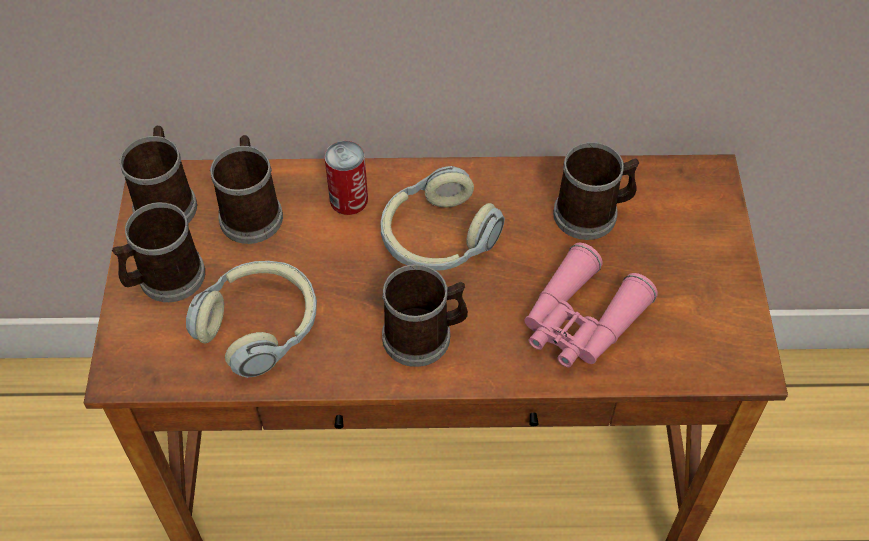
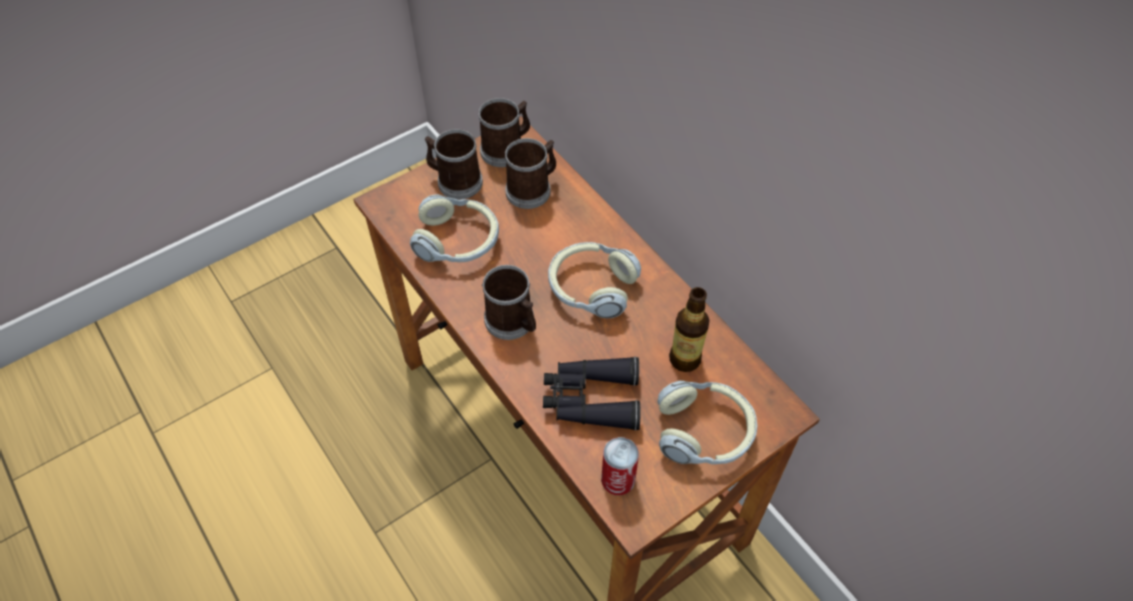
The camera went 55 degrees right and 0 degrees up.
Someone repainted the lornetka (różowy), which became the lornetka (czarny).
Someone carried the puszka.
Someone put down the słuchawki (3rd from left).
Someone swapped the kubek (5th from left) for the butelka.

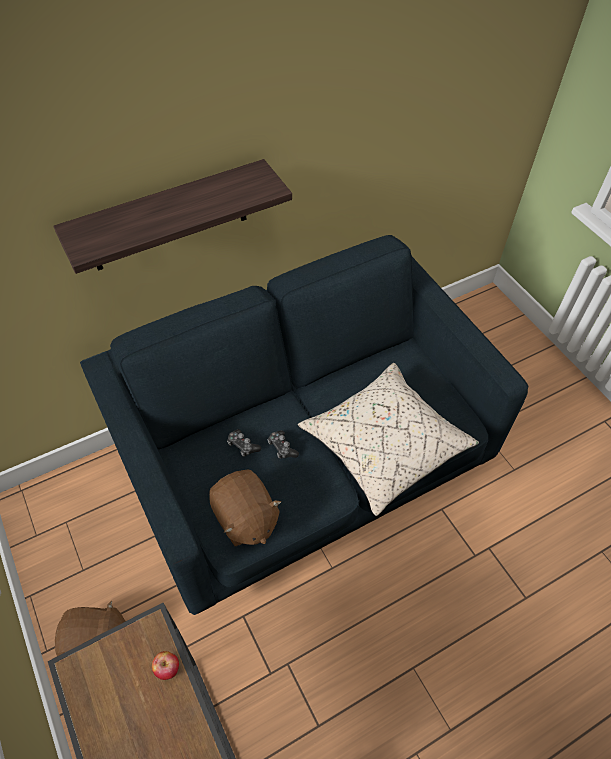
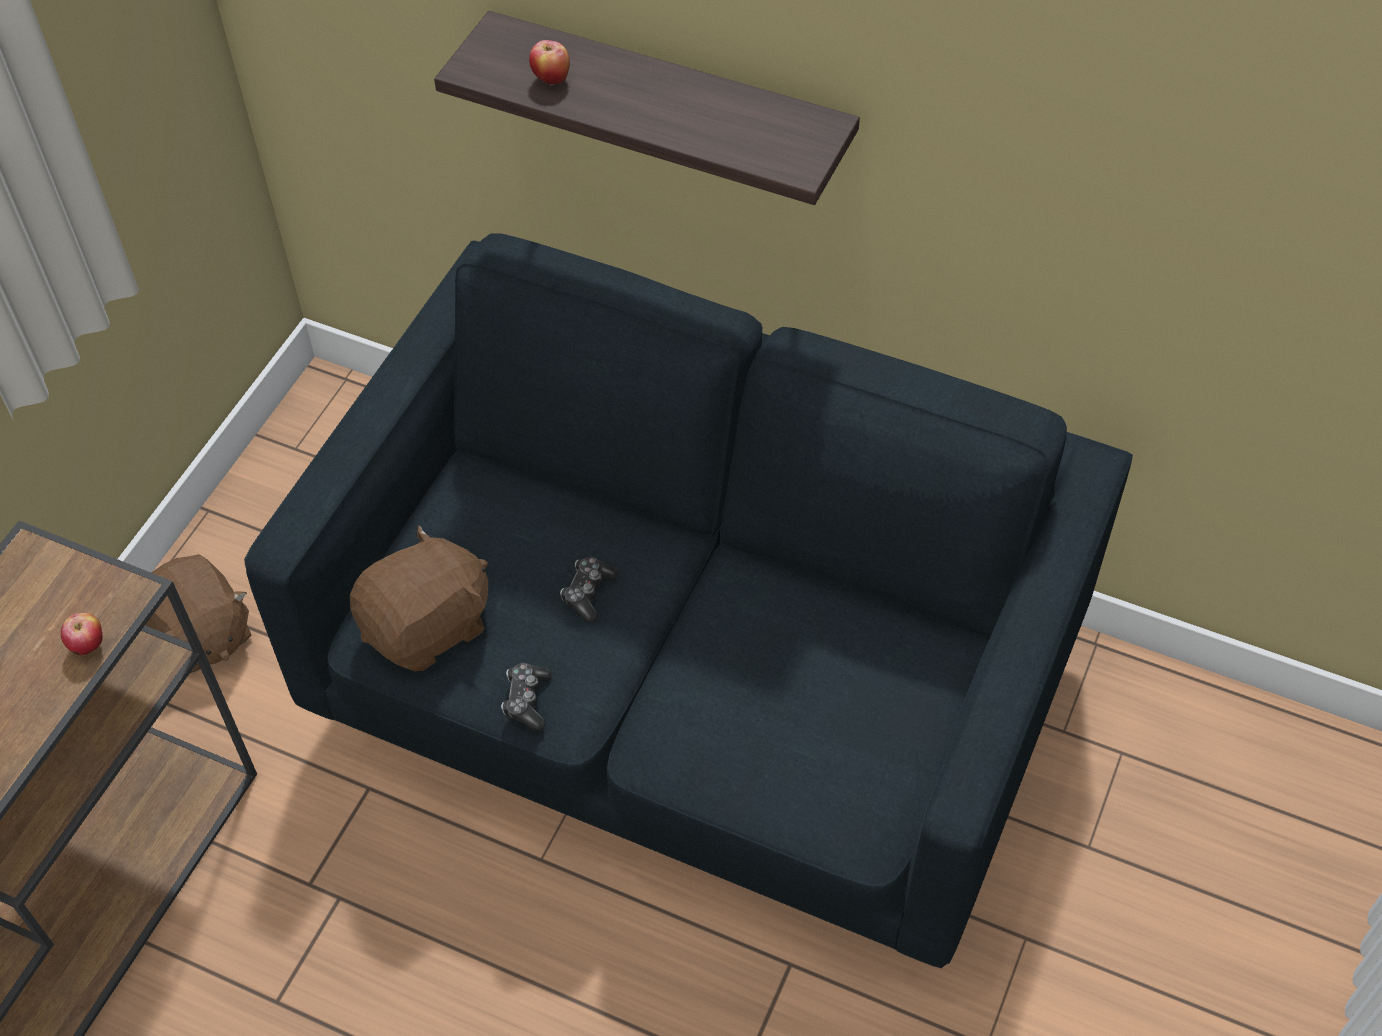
The camera went 55 degrees right and 0 degrees up.
Someone rotated the pluszak (brązowy) (2nd from left) by 150 degrees counterclockwise.
Someone carried the pad do gier (1st from left).
Someone put down the jabłko (2nd from left).
Someone took away the poduszka (beżowy).

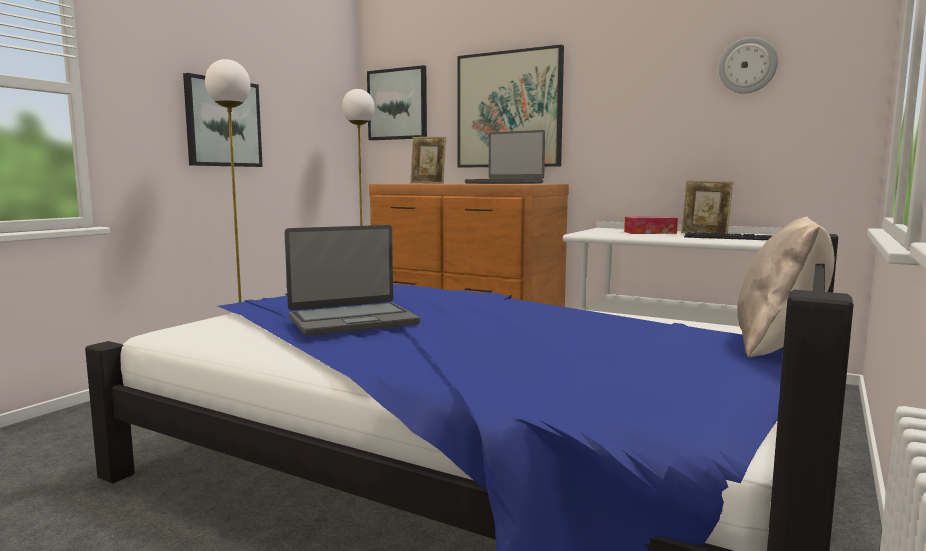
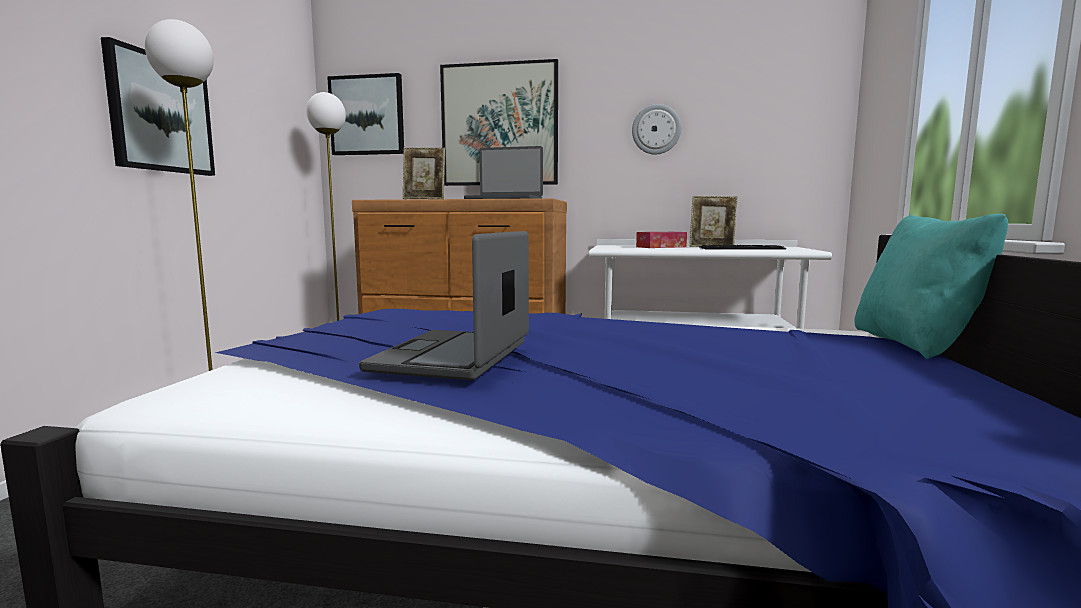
The camera went 20 degrees left and 0 degrees up.
Someone rotated the laptop (1st from left) by 150 degrees clockwise.
Someone carried the zegar ścienny.
Someone repainted the poduszka (beżowy), which became the poduszka (turkusowy).

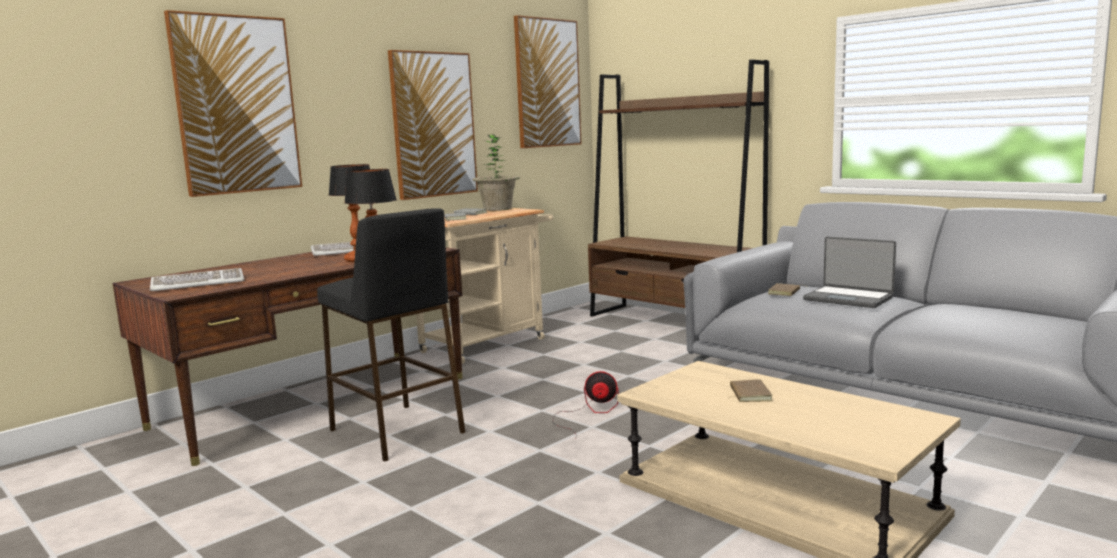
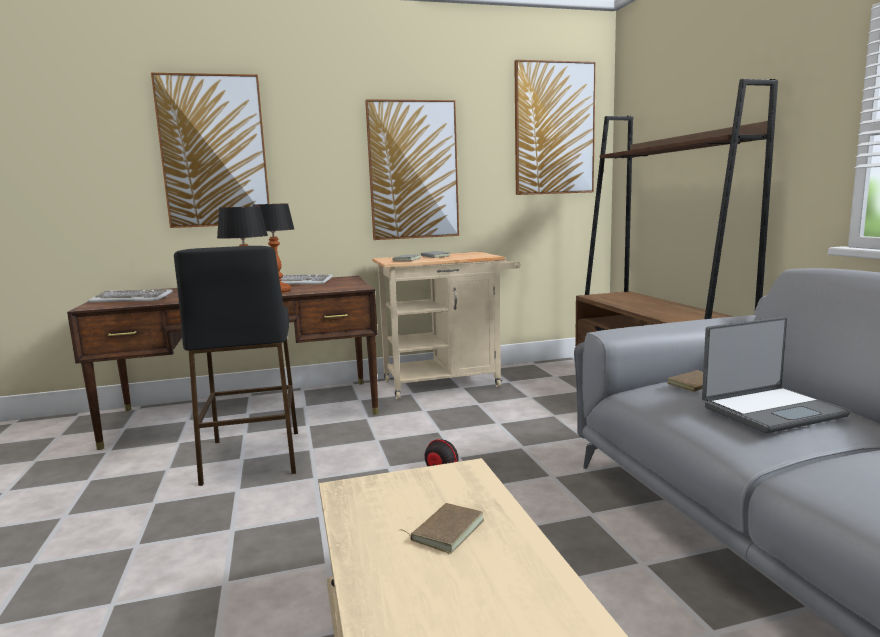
The camera went 30 degrees right and 0 degrees up.
Someone rotated the laptop by 90 degrees counterclockwise.
Someone took away the roślina doniczkowa.

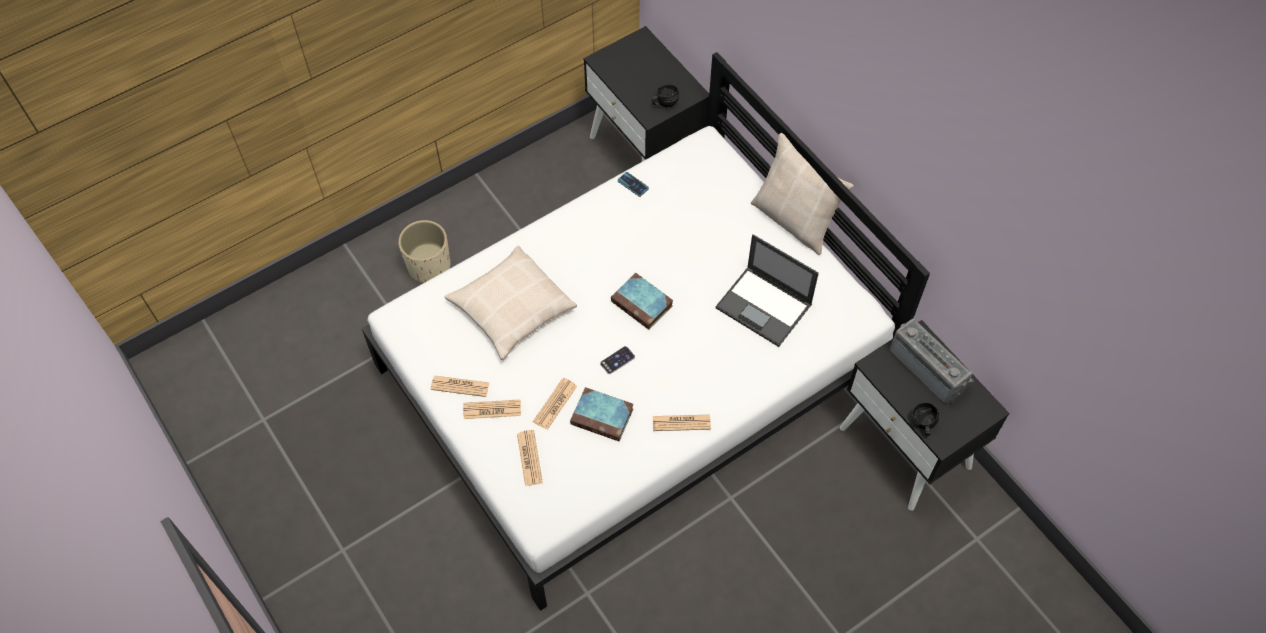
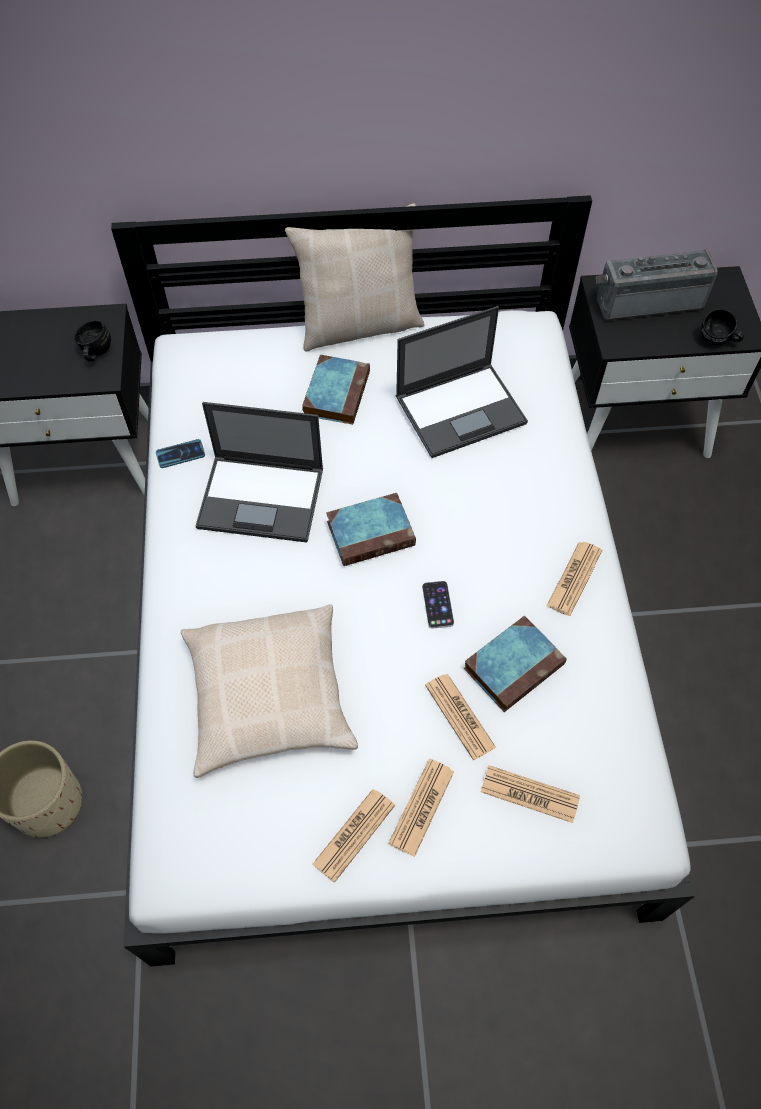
The camera went 60 degrees left and 0 degrees up.
Someone put down the laptop (1st from left).
Someone put down the książka (1st from left).

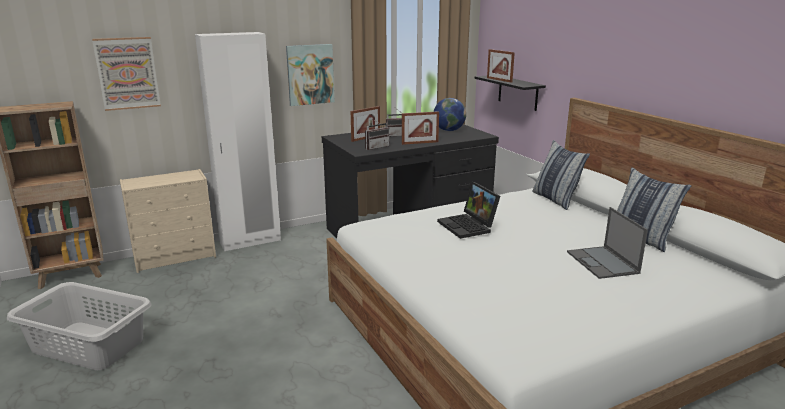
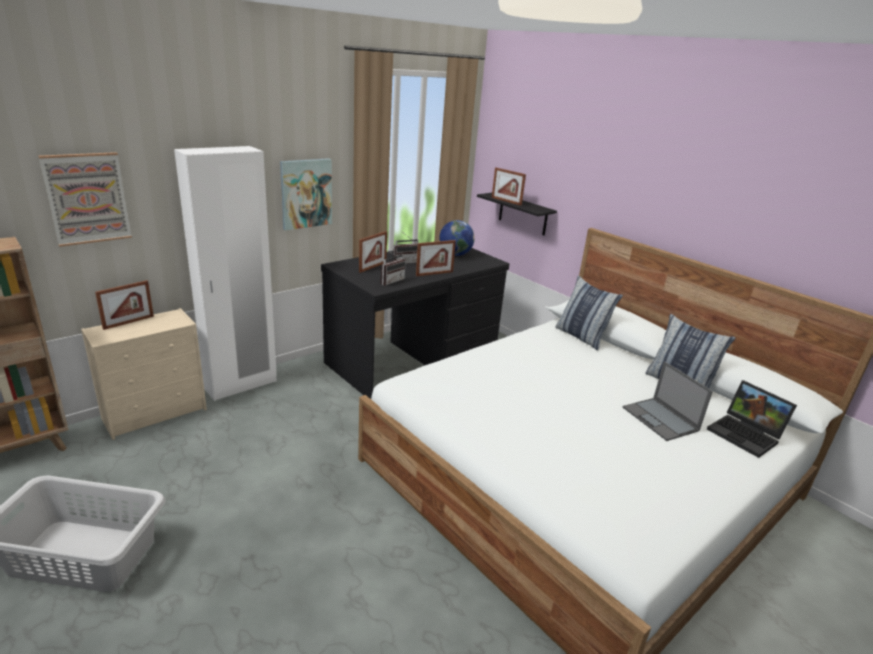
The camera went 15 degrees left and 5 degrees up.
Someone put down the ramka na zdjęcie (1st from left).
Someone carried the laptop (1st from left in the first image).

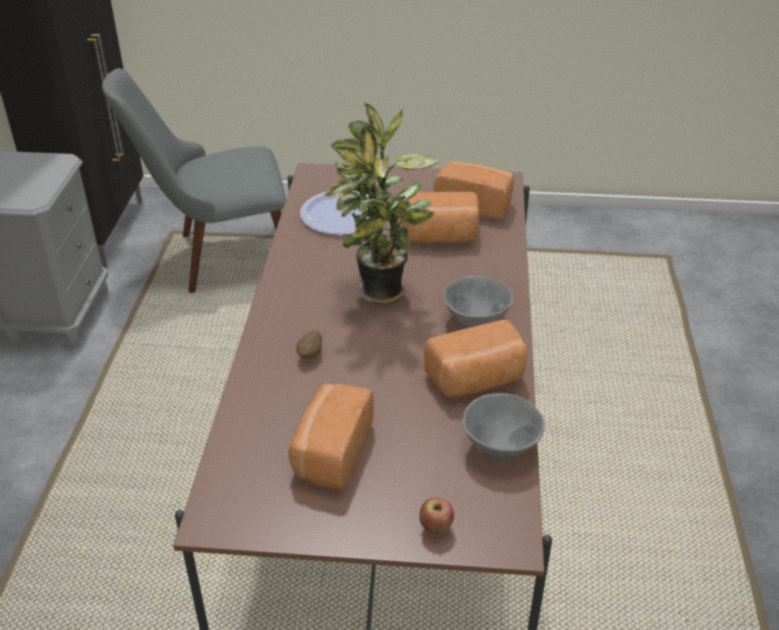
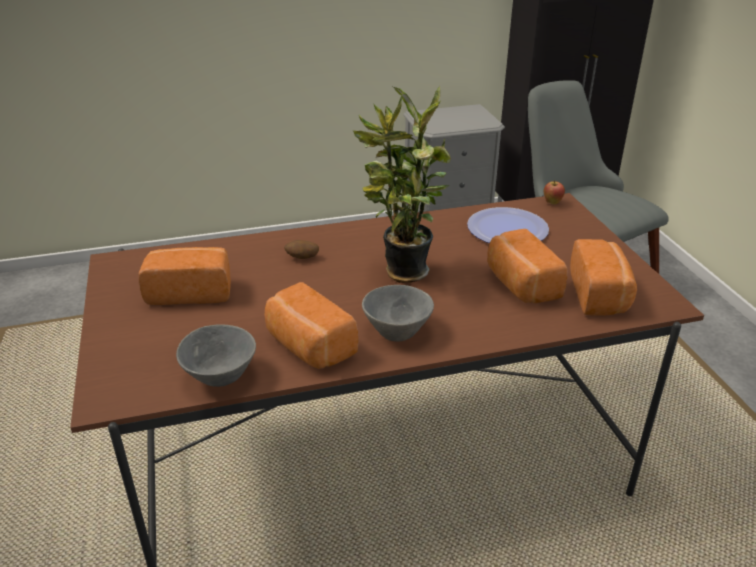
The camera went 70 degrees right and 5 degrees down.
Someone carried the jabłko.

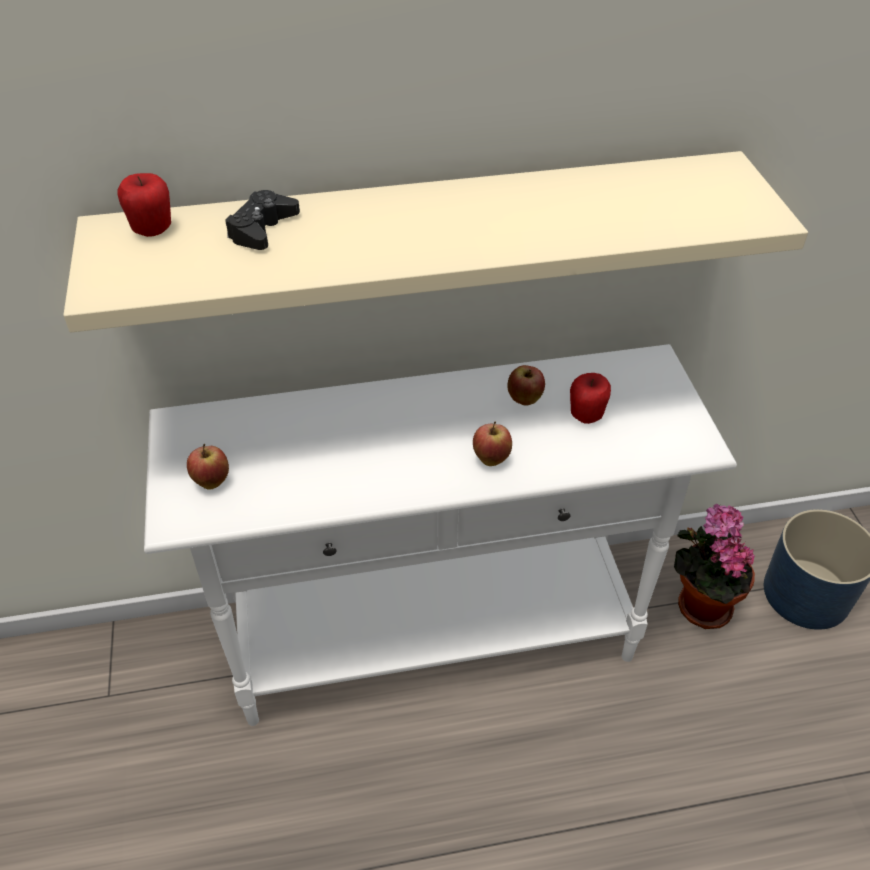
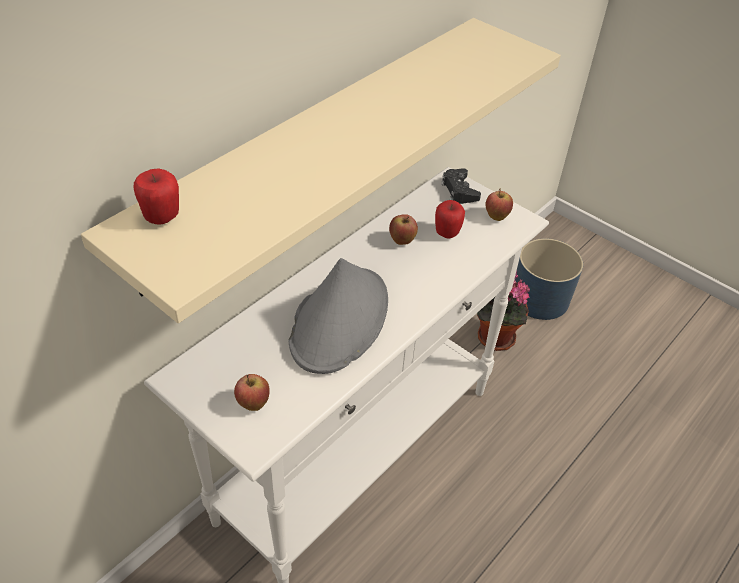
The camera went 40 degrees left and 0 degrees up.
Someone put down the kapelusz (szary).
Someone carried the pad do gier (czarny).
Someone carried the jabłko (3rd from left in the first image).

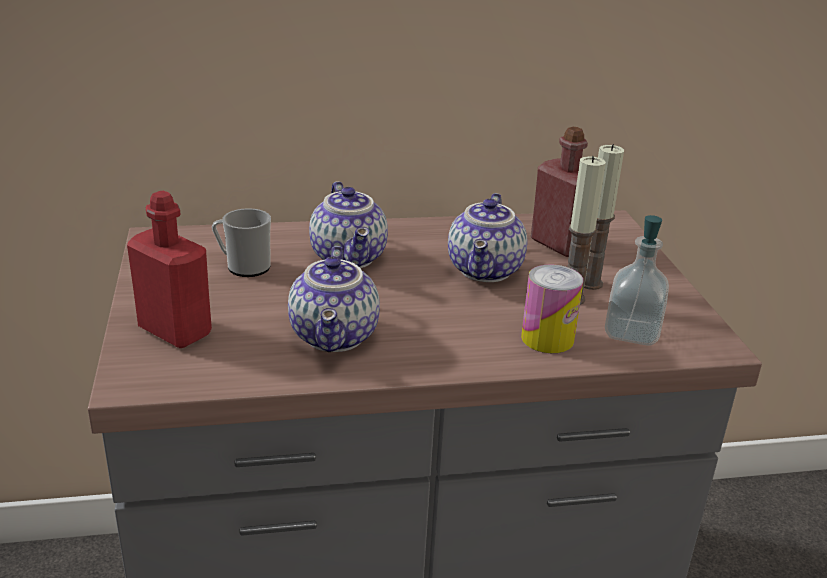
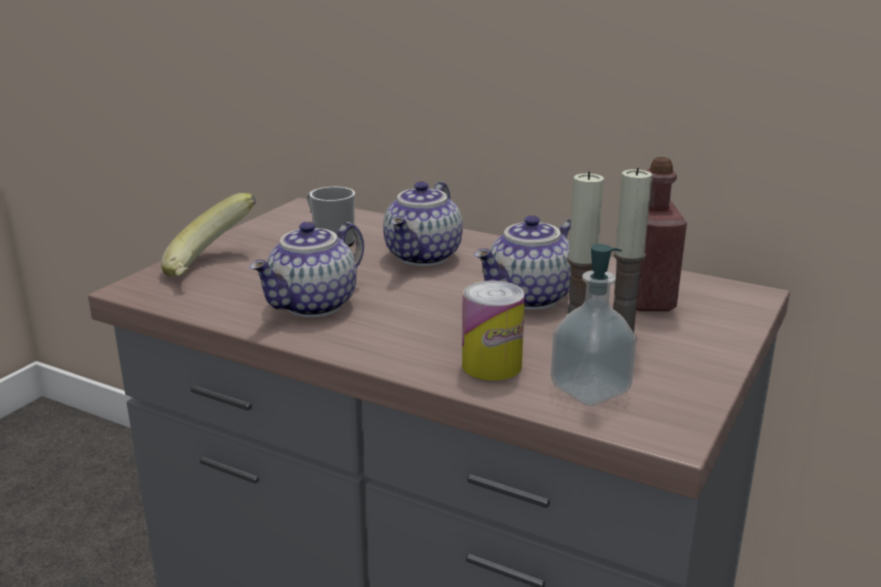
The camera went 40 degrees right and 5 degrees down.
Someone swapped the butelka (czerwony) (1st from left) for the banan.

